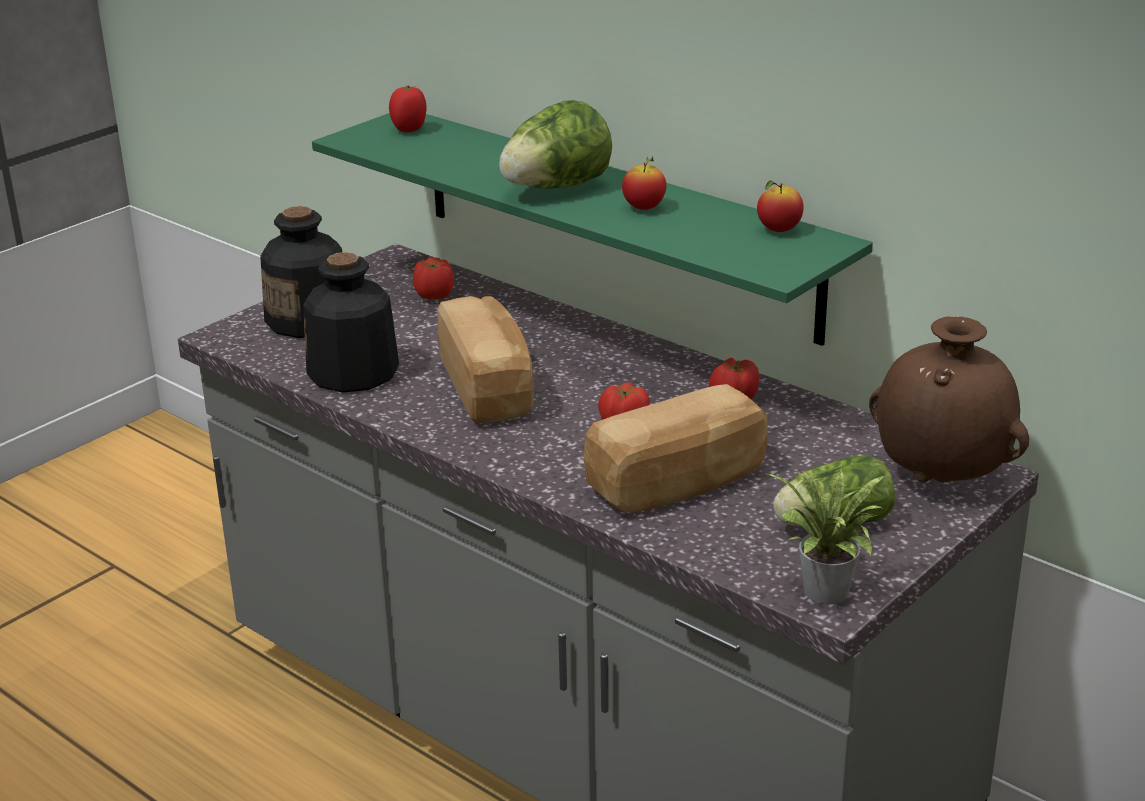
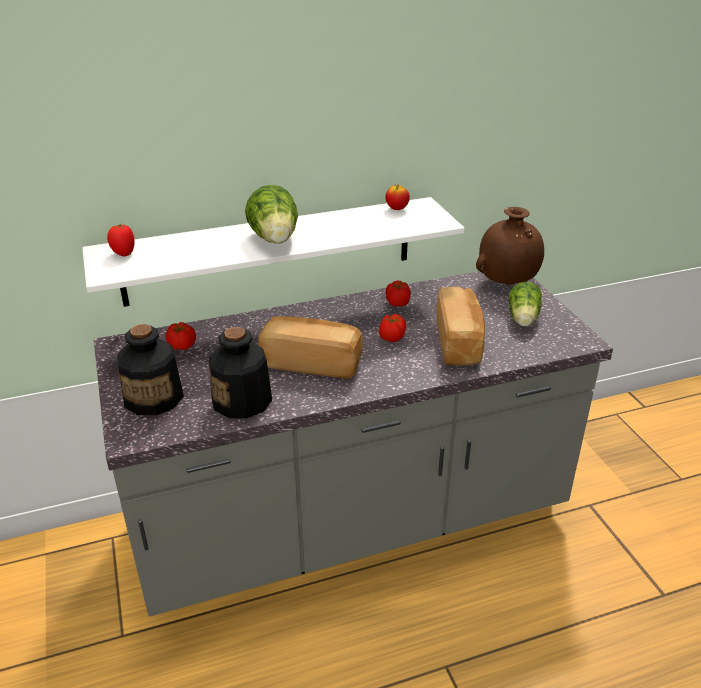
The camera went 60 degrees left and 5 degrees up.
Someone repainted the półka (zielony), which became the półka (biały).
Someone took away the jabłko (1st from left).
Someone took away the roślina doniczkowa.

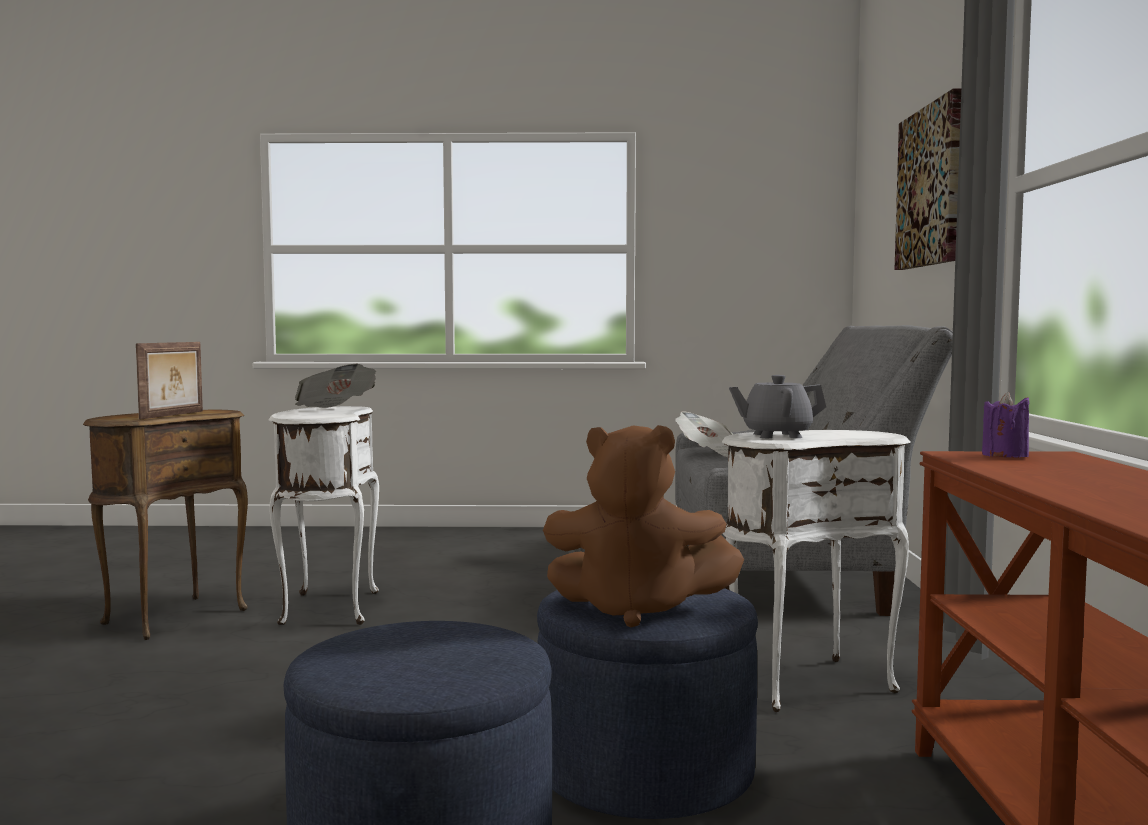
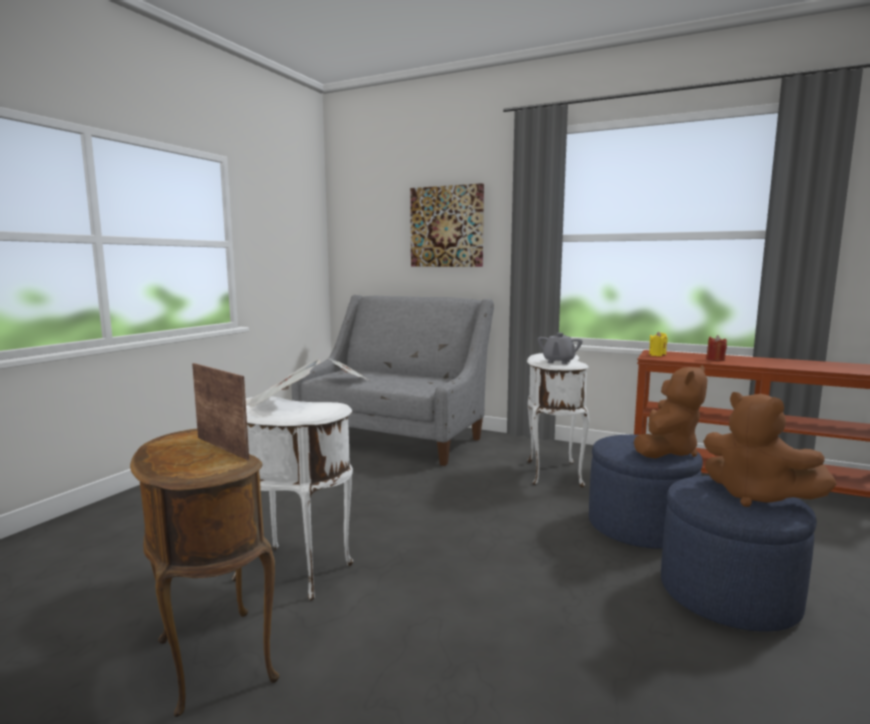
The camera went 65 degrees left and 5 degrees up.
Someone repainted the świeca (fioletowy), which became the świeca (żółty).
Someone put down the pluszak (brązowy) (2nd from left).
Someone put down the świeca (czerwony).

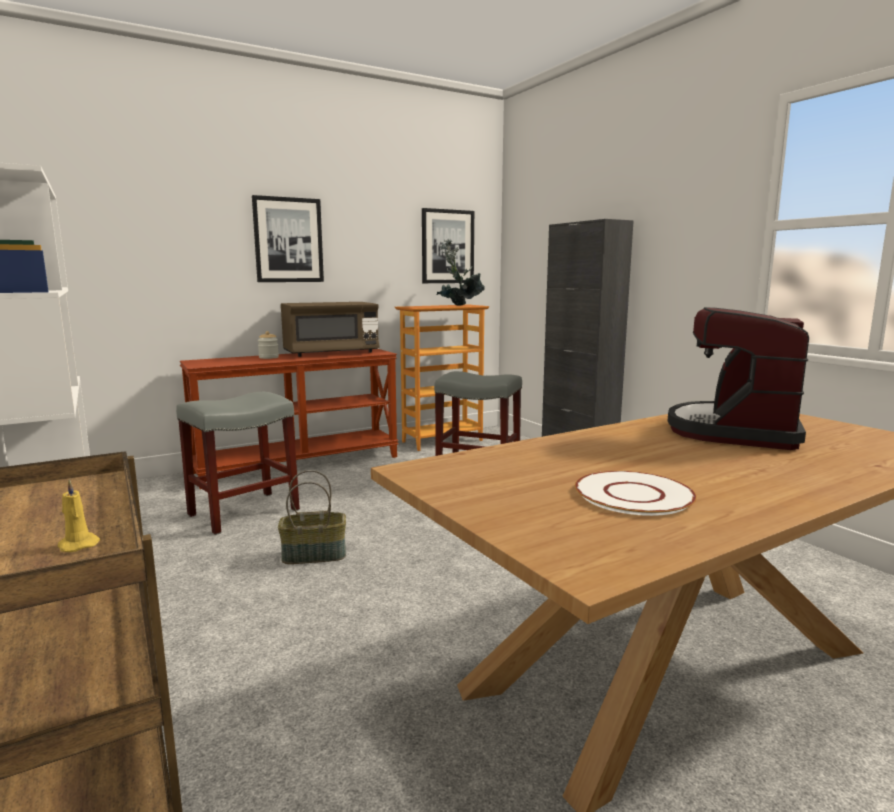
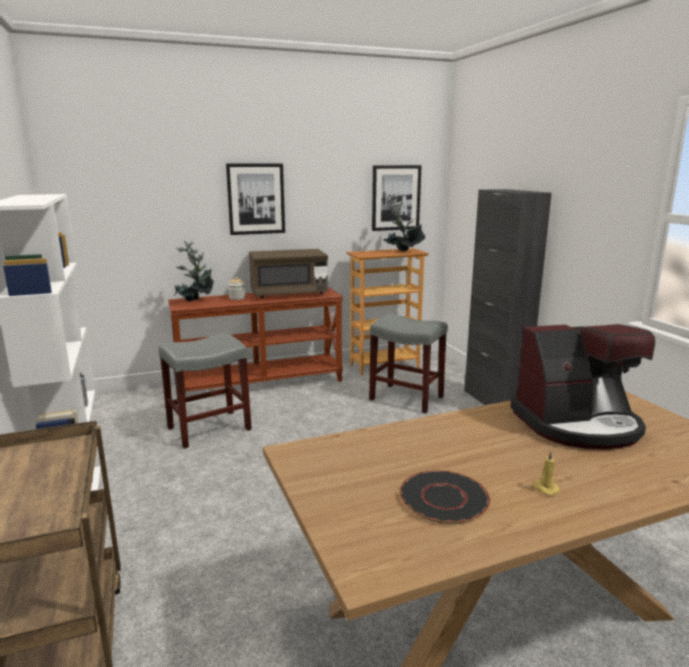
The camera went 10 degrees right and 5 degrees up.
Someone put down the roślina doniczkowa (1st from left).
Someone repainted the talerz (biały), which became the talerz (czarny).
Someone rotated the ekspres do kawy by 135 degrees counterclockwise.
Someone carried the świeca (żółty).
Someone took away the koszyk.

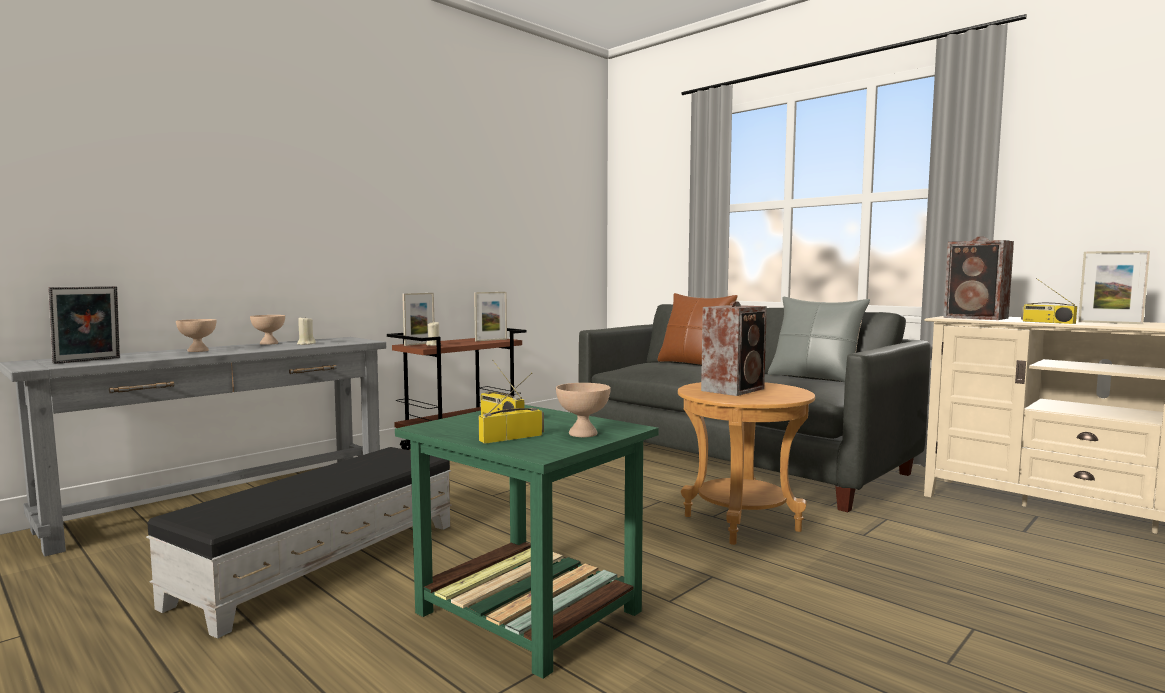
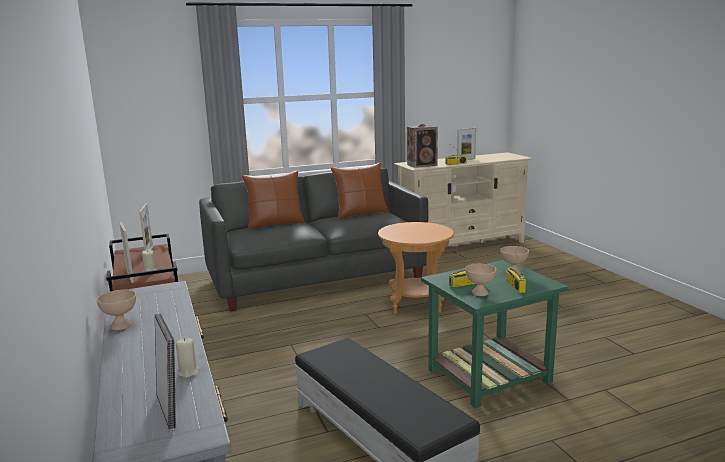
The camera went 65 degrees left and 10 degrees up.
Someone carried the świeca (beżowy) (1st from left in the first image).
Someone repainted the poduszka (szary), which became the poduszka (brązowy) (2nd from left).
Someone carried the miska (beżowy) (1st from left in the first image).
Someone took away the głośnik (1st from left).

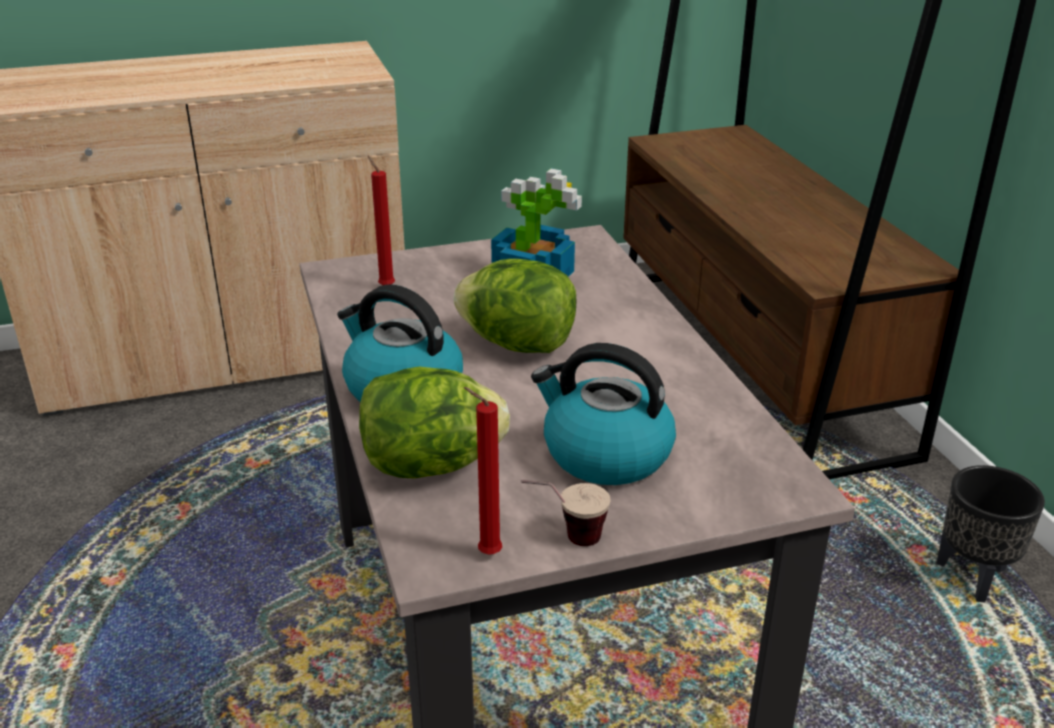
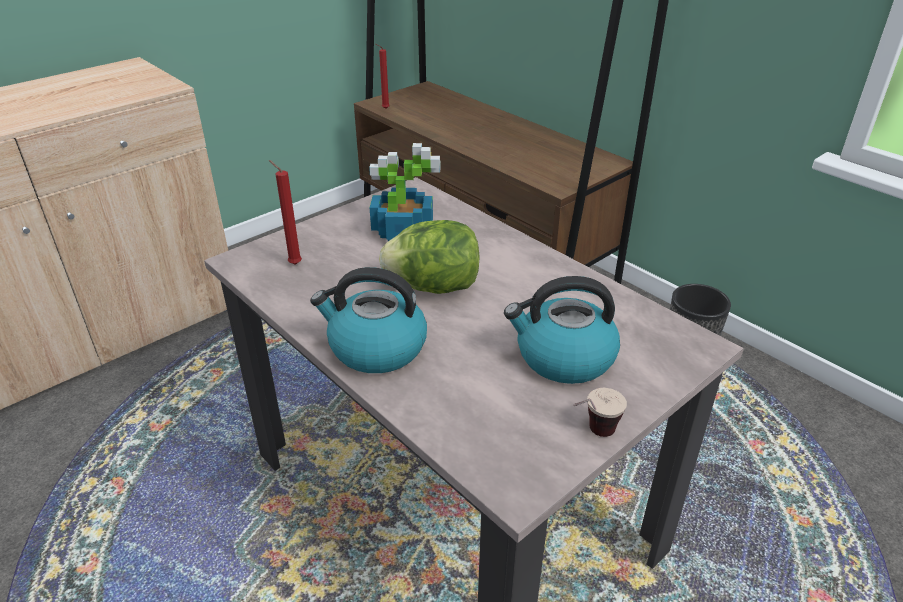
The camera went 25 degrees left and 5 degrees up.
Someone carried the świeca (czerwony) (2nd from left).
Someone took away the sałata (1st from left).

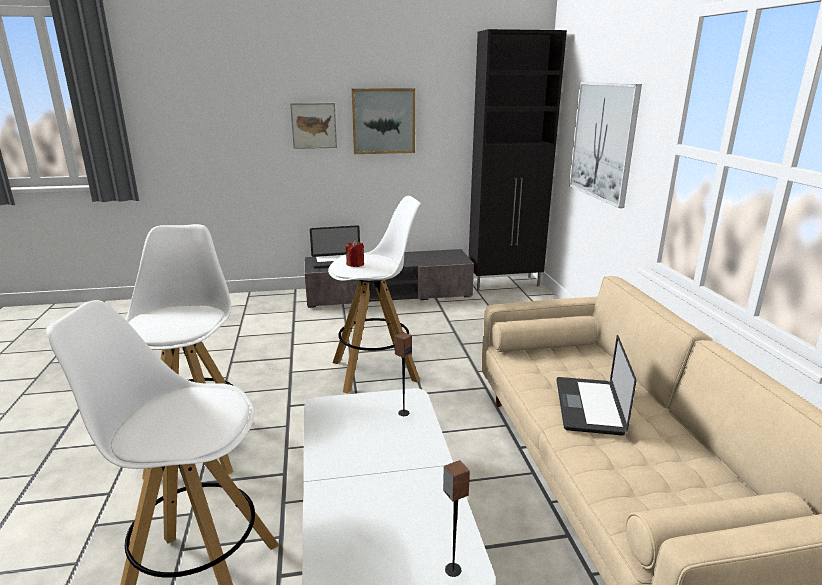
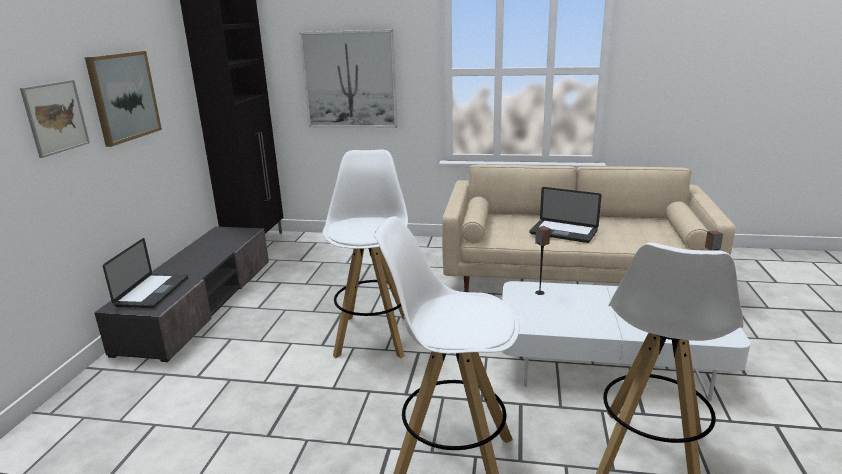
The camera went 70 degrees left and 0 degrees up.
Someone took away the świeca (czerwony).

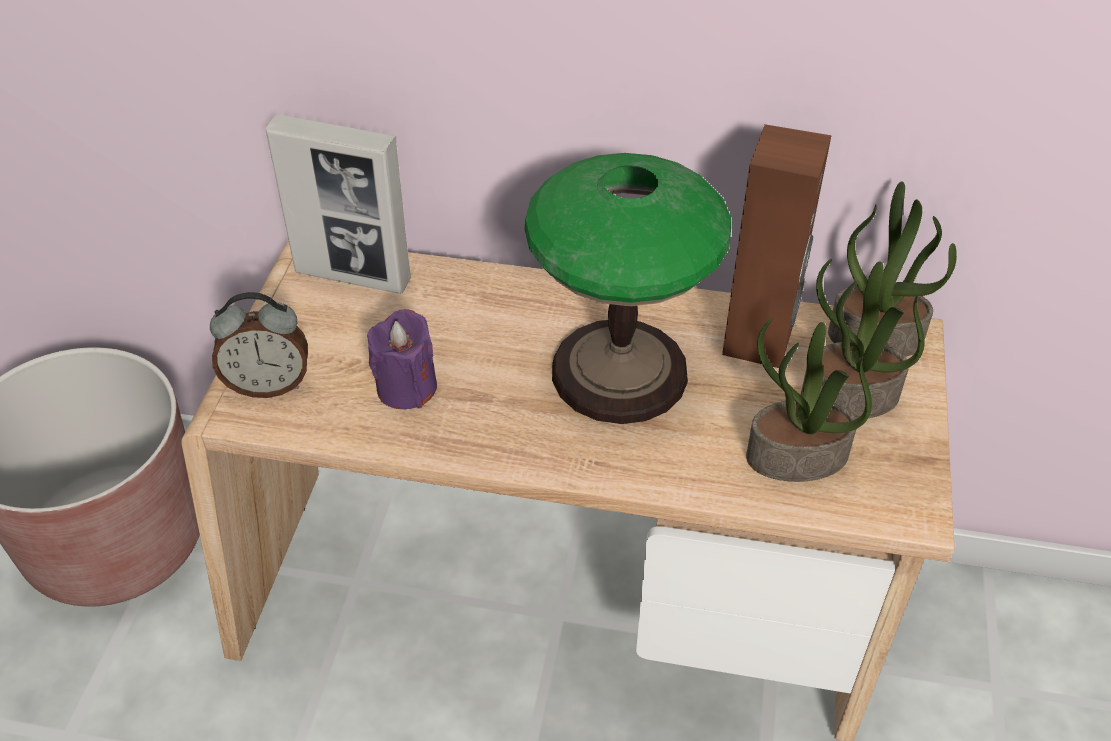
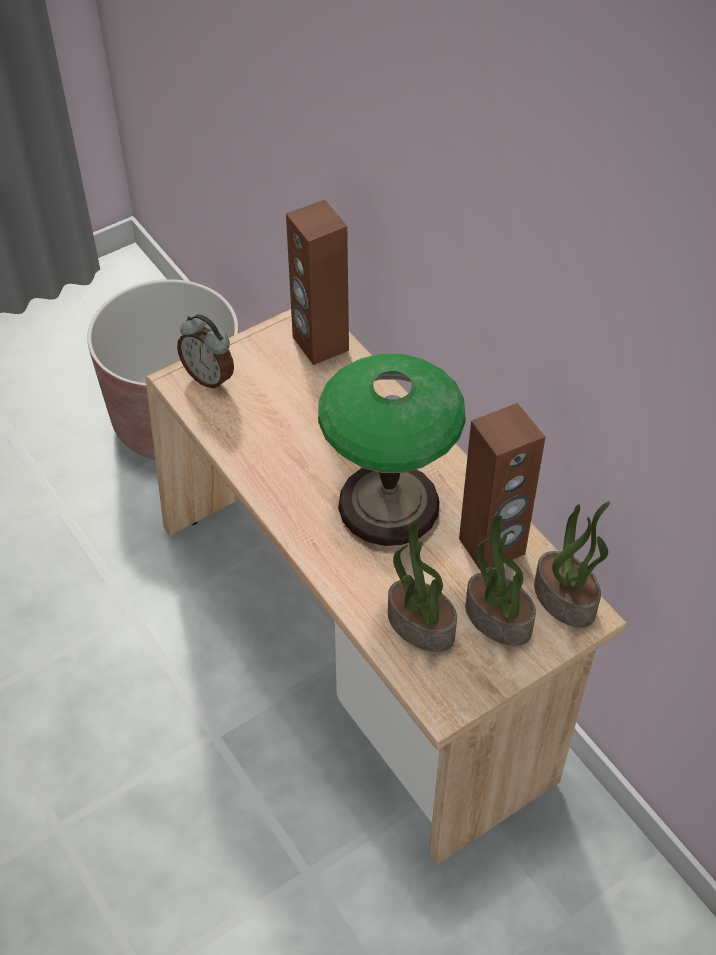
The camera went 45 degrees right and 5 degrees up.
Someone swapped the ramka na zdjęcie for the głośnik (brązowy) (1st from left).
Someone took away the świeca (fioletowy).

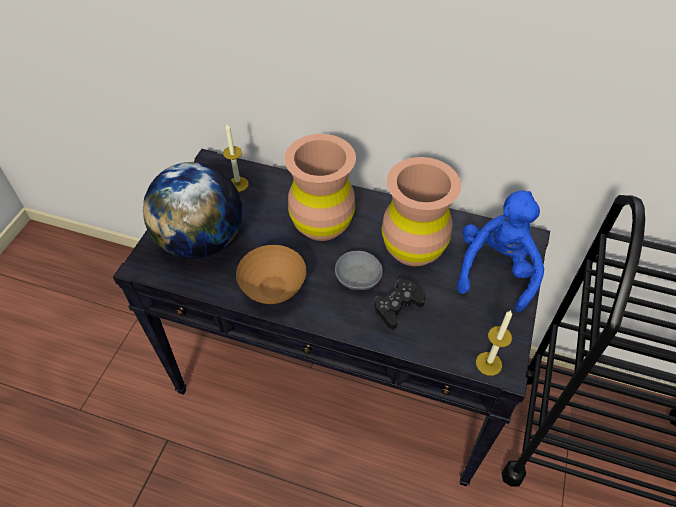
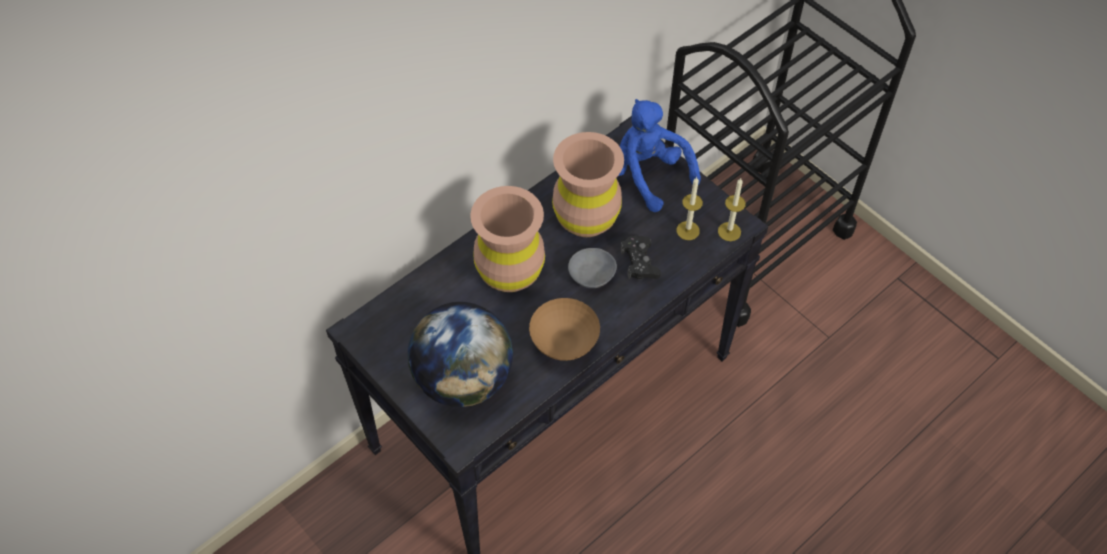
The camera went 60 degrees left and 5 degrees up.
Someone carried the świeca (1st from left).

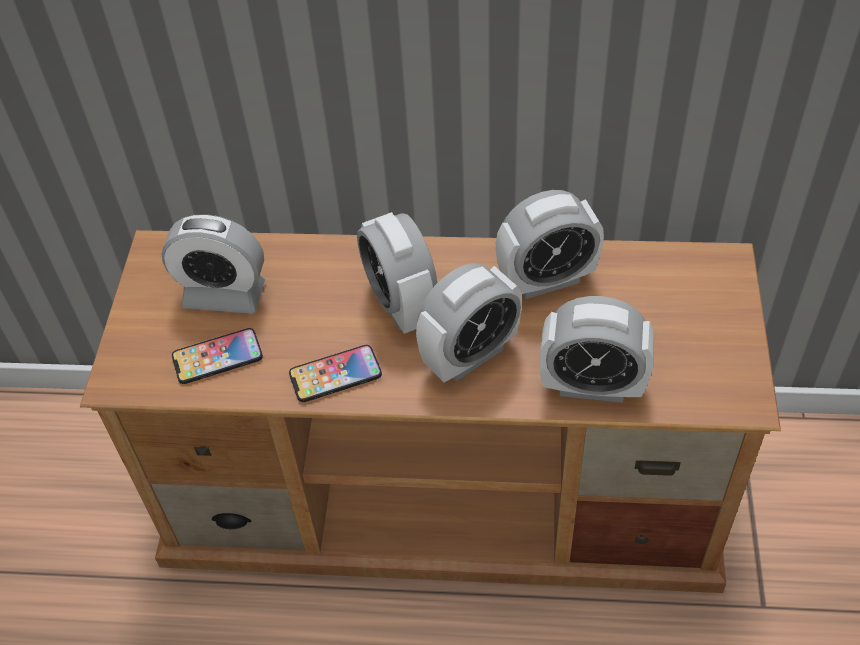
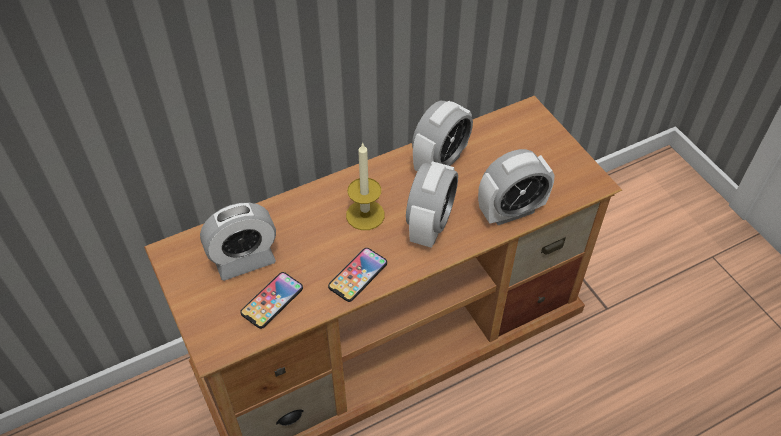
The camera went 35 degrees left and 0 degrees up.
Someone swapped the budzik (2nd from left) for the świeca.

